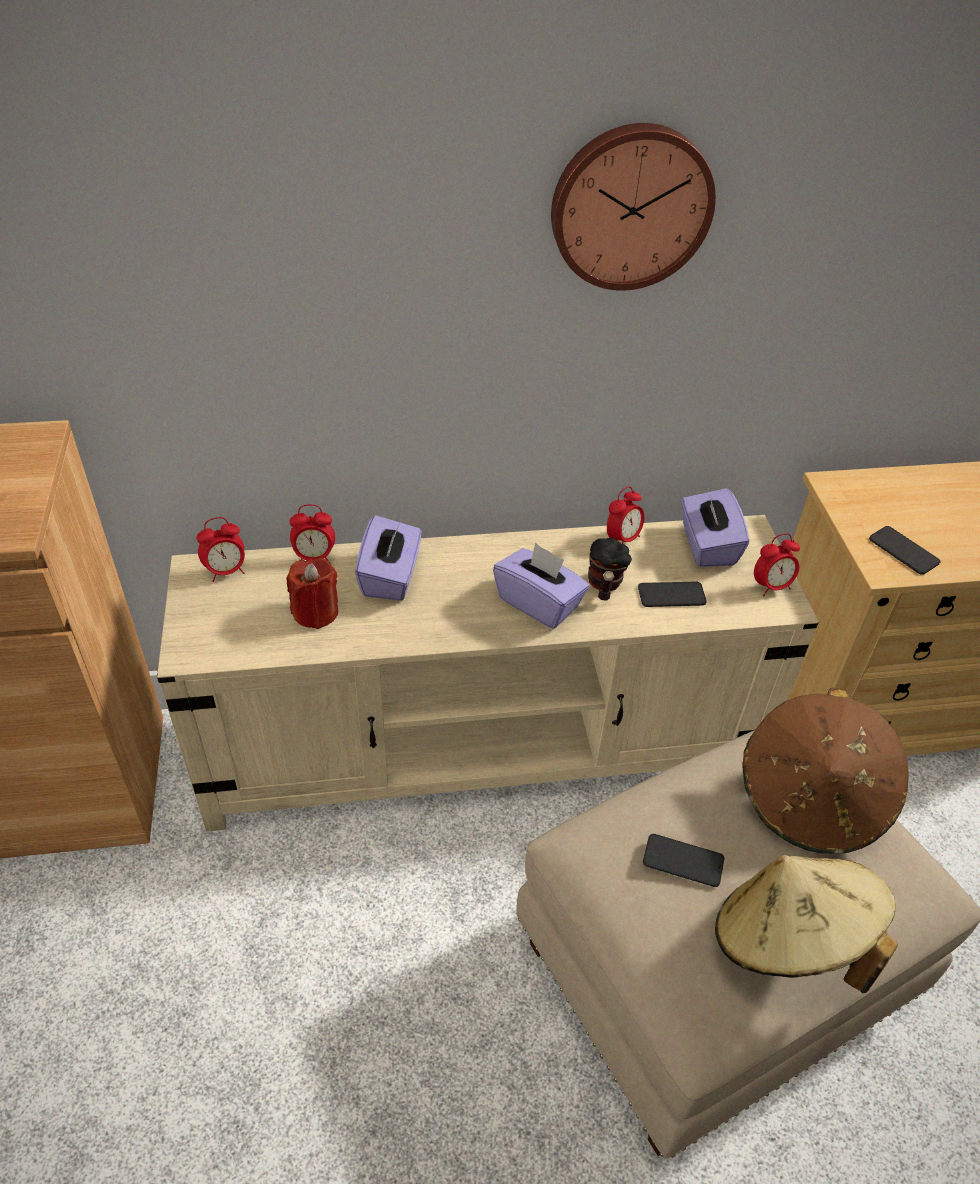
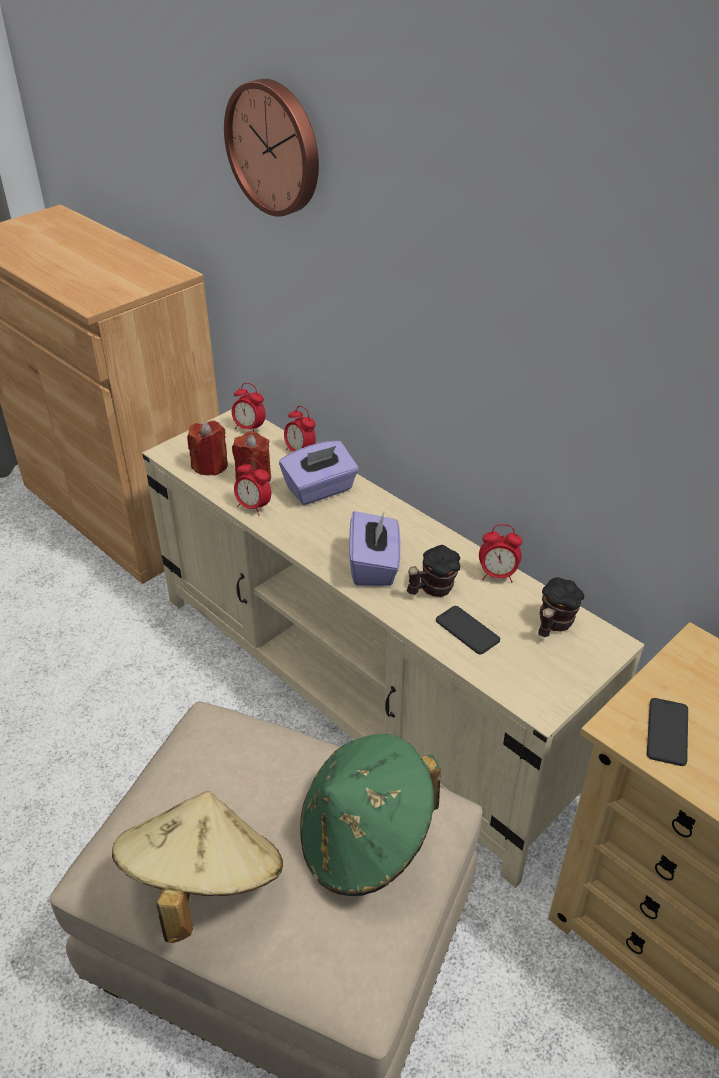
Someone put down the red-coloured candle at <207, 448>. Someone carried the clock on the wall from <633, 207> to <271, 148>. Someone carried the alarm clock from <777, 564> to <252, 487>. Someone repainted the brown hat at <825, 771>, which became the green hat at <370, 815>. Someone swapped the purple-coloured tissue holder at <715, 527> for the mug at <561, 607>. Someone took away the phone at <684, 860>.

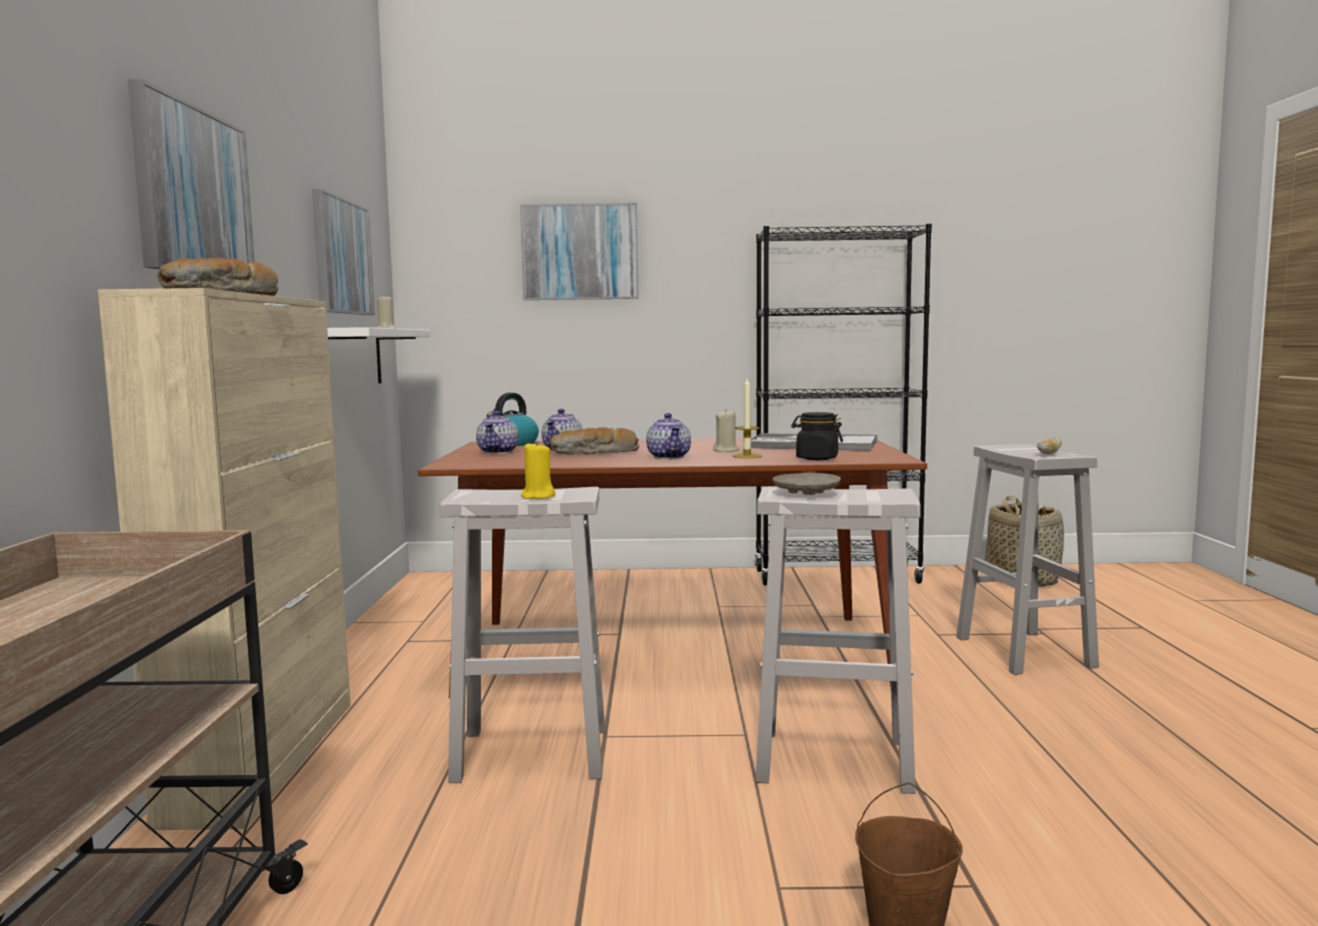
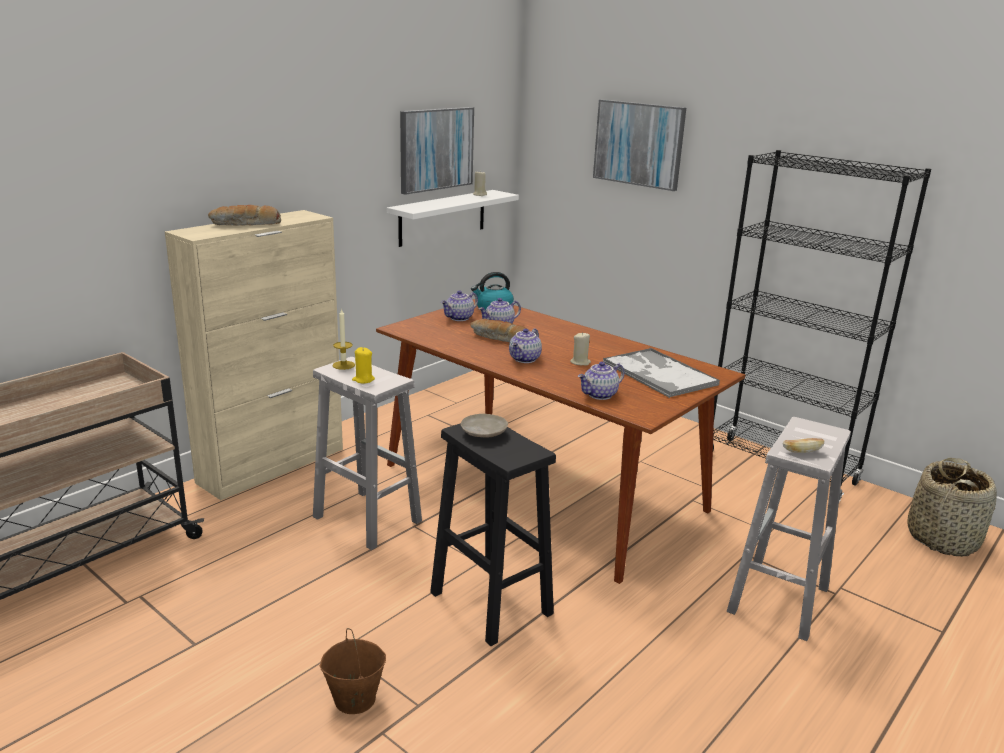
Someone carried the candle from <747, 418> to <343, 339>. Someone repainted the whitish stool seat at <838, 640>, which became the blackish stool seat at <493, 534>. Someone swapped the blackish preserve jar at <817, 436> for the teapot at <601, 381>. Someone took away the picture at <191, 174>.

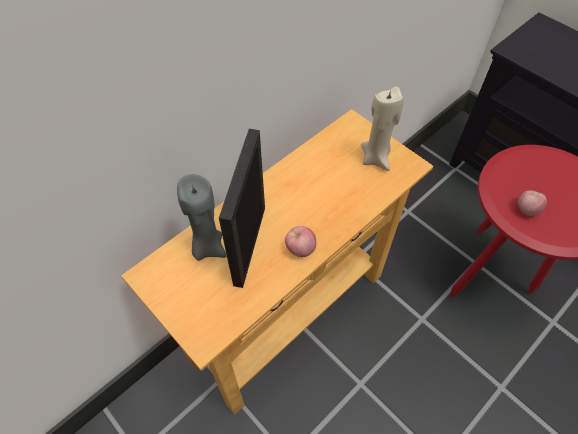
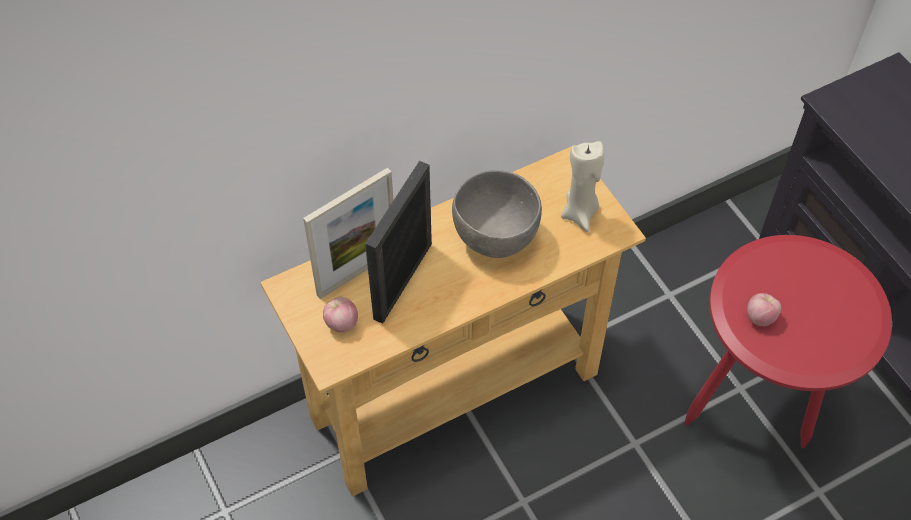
Someone swapped the greyish candle at <202, 217> for the photo frame at <348, 233>. Someone carried the whole apple from <300, 241> to <340, 314>. Someone put down the greyish serving bowl at <497, 214>.

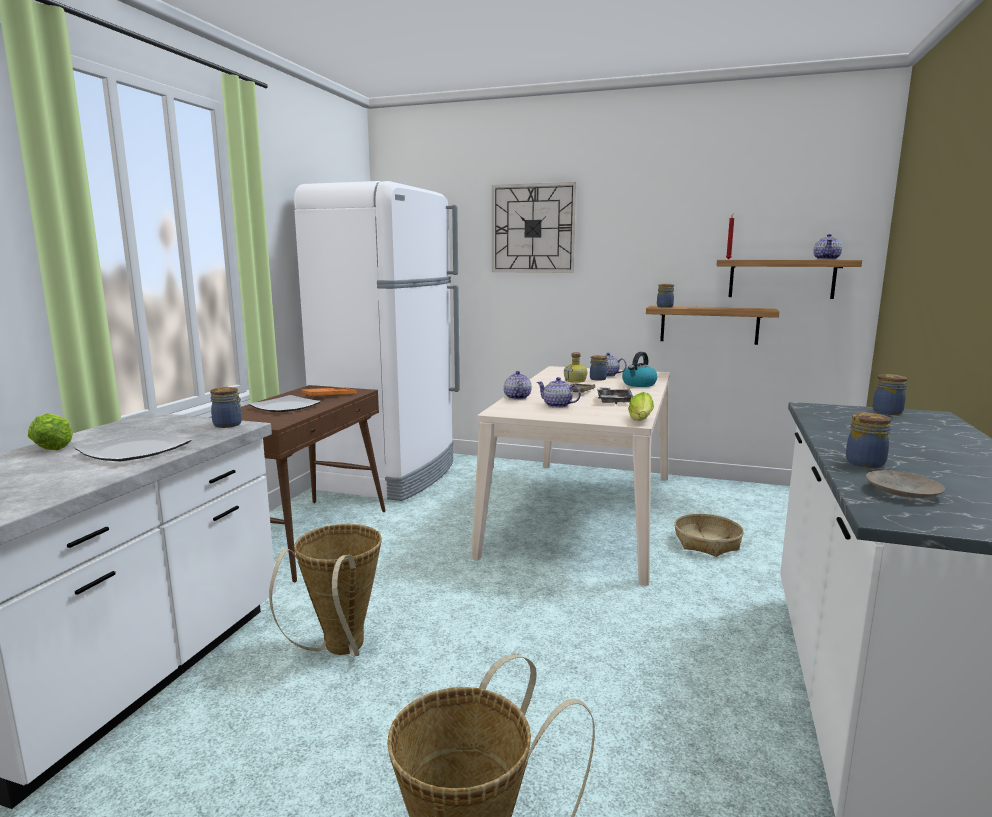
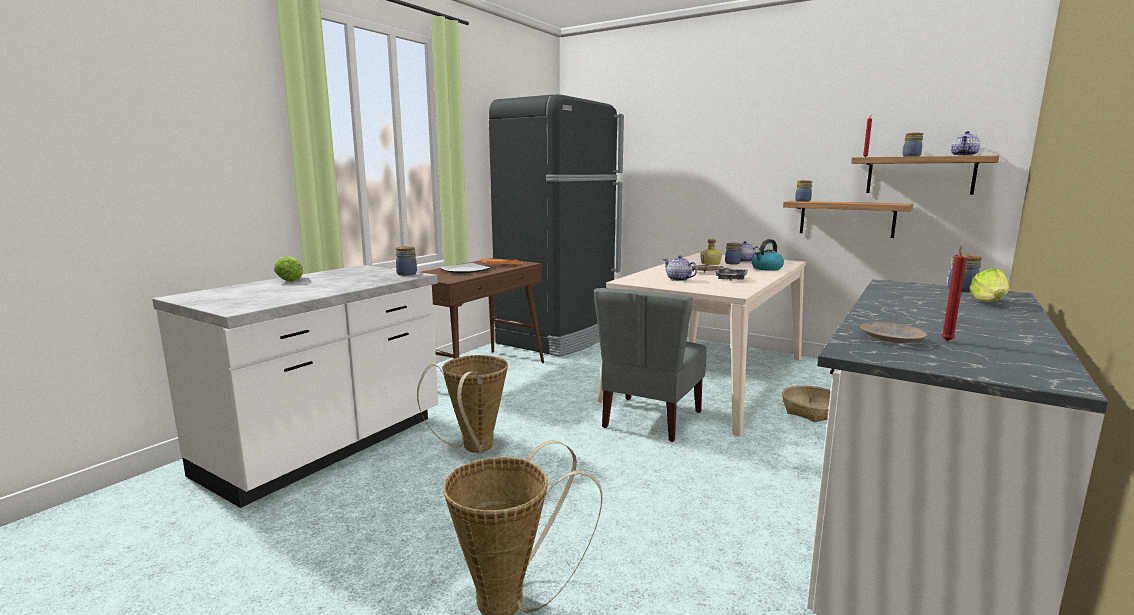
Someone repainted the whitish kitchen fridge at <377, 341>, which became the blackish kitchen fridge at <556, 225>. Someone put down the greyish chair at <650, 365>. Someone carried the preserve jar from <868, 440> to <912, 144>. Someone put down the red-coloured candle at <954, 293>. Someone carried the head of lettuce from <641, 406> to <990, 285>. Someone took away the flat dish at <133, 445>. Someone took away the clock on the wall at <534, 227>. Someone took away the teapot at <518, 385>.

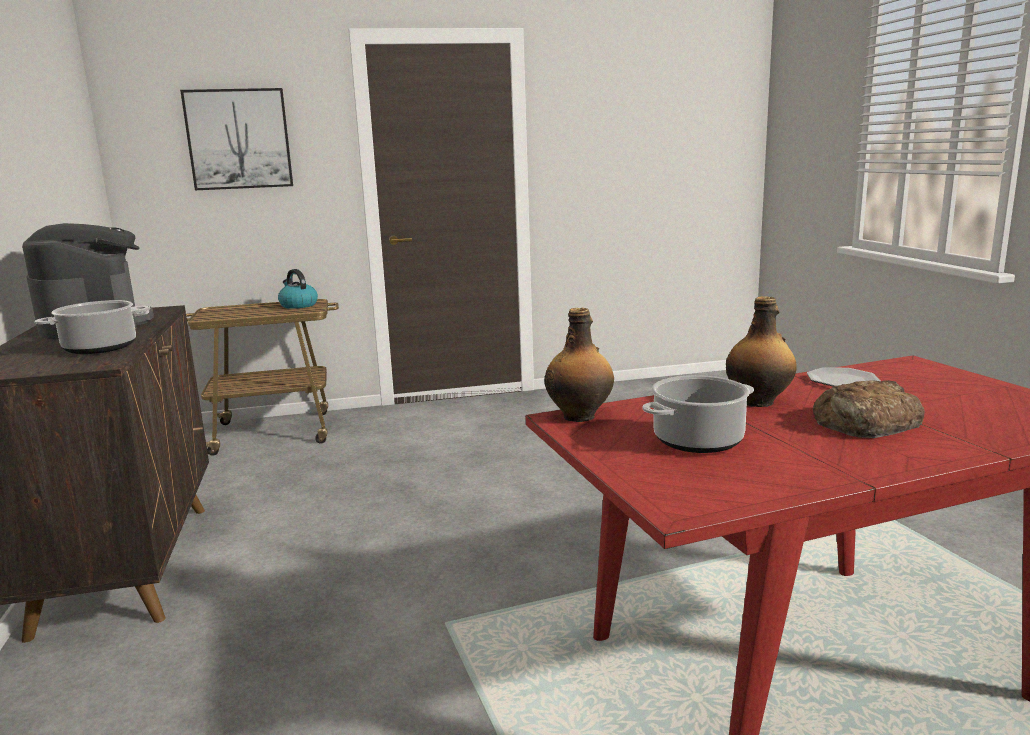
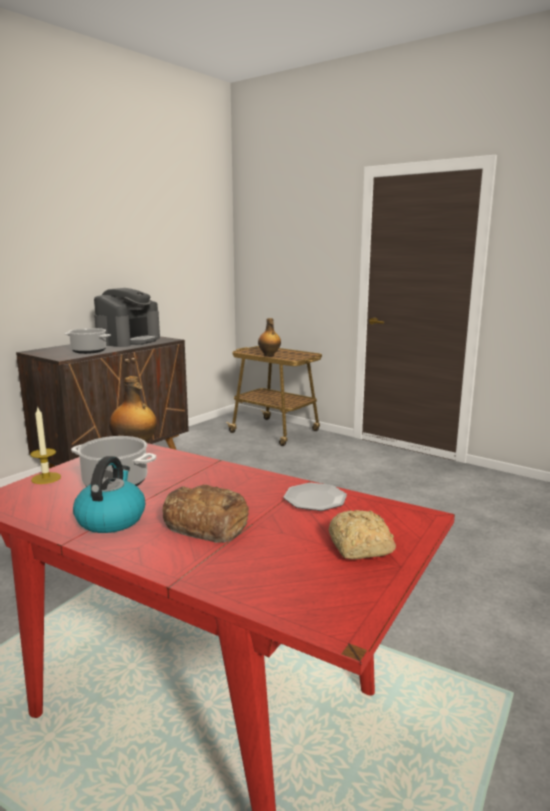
Someone put down the candle at <45, 446>. Someone carried the water kettle from <298, 289> to <109, 494>. Someone carried the drink bottle from <761, 351> to <269, 337>. Someone put down the bread at <362, 534>. Someone took away the picture at <236, 139>.

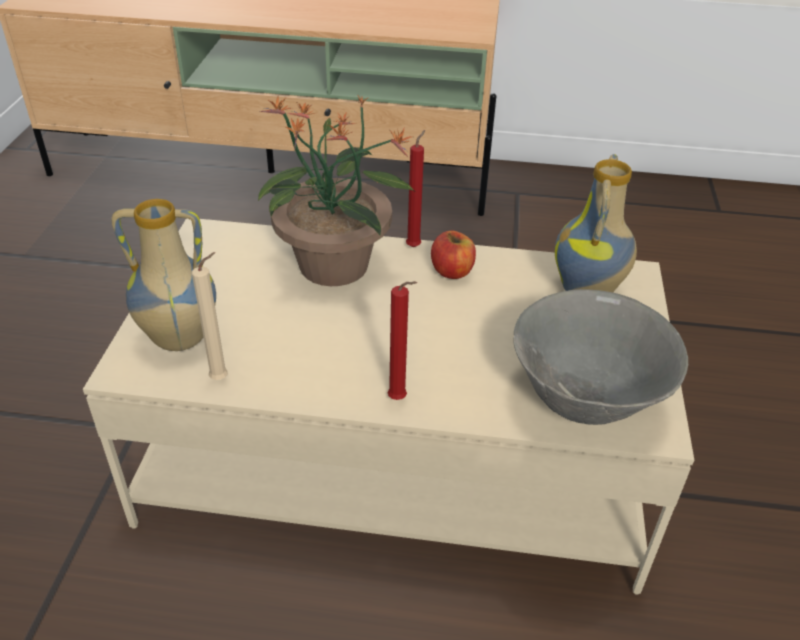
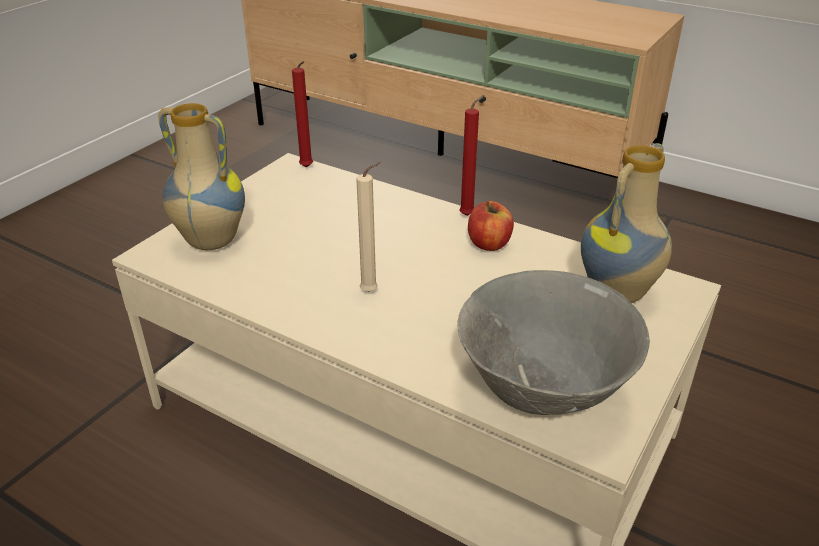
Someone carried the red-coloured candle from <402, 340> to <302, 114>. Someone carried the sand-coloured candle from <210, 316> to <368, 227>. Someone took away the potted plant at <336, 190>.

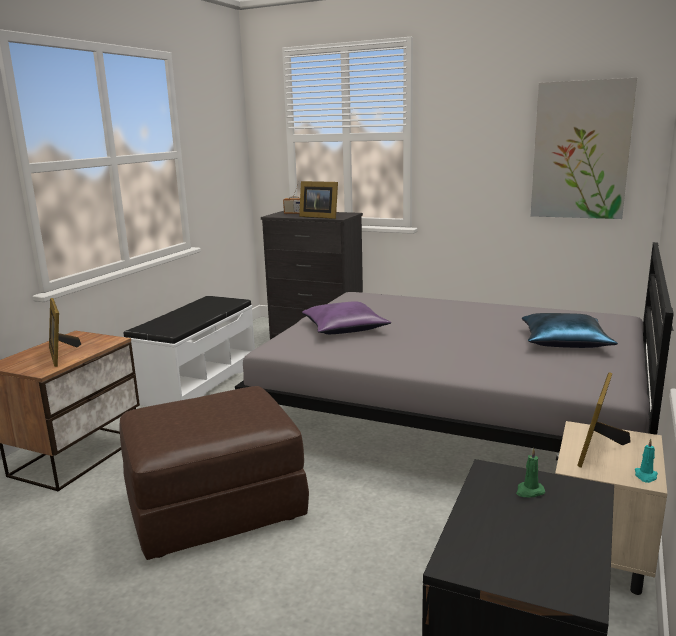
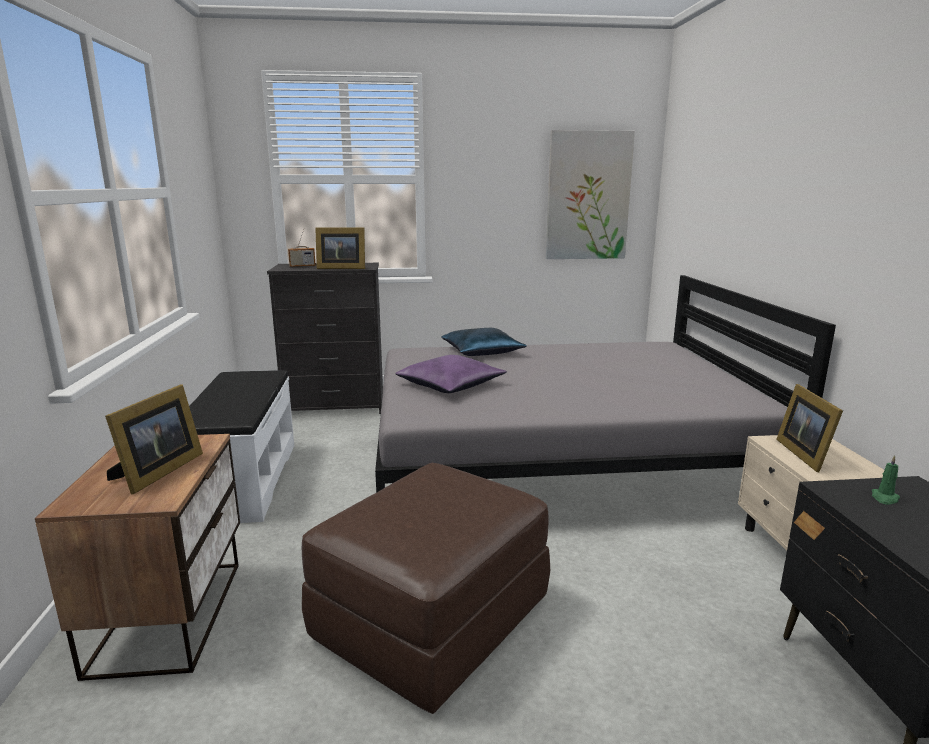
Someone rotated the photo frame at <65, 332> by 105 degrees counterclockwise. Someone carried the blue throw pillow from <570, 330> to <484, 342>. Someone took away the blue-green candle at <646, 461>.

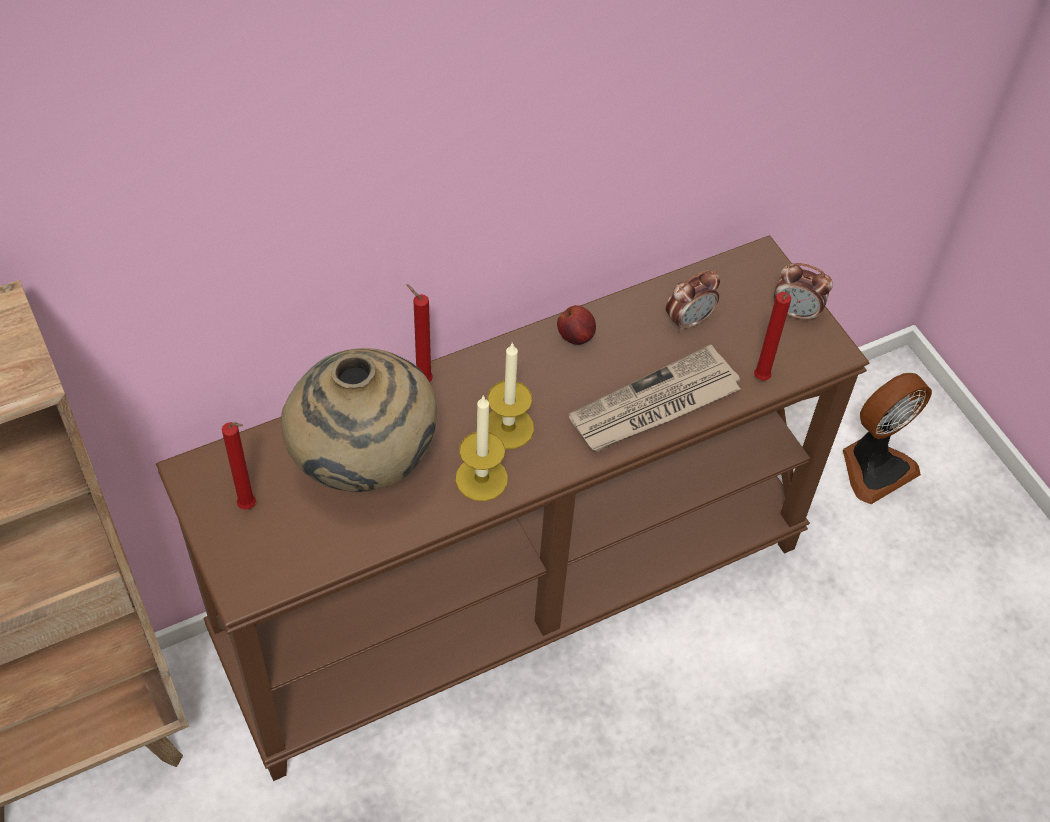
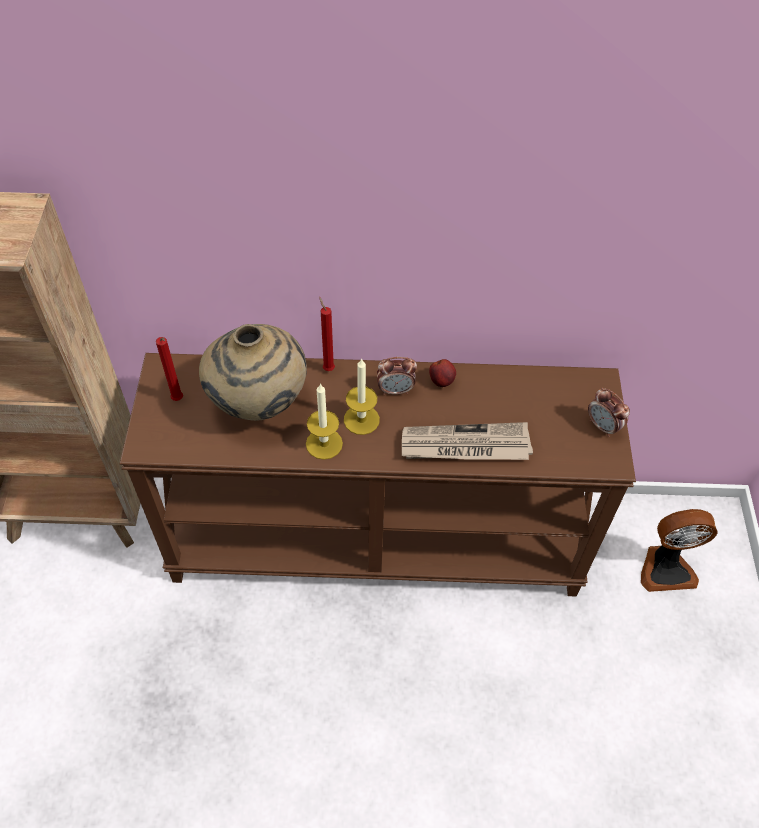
Someone carried the alarm clock from <693, 301> to <397, 376>. Someone took away the red-coloured candle at <772, 336>.

